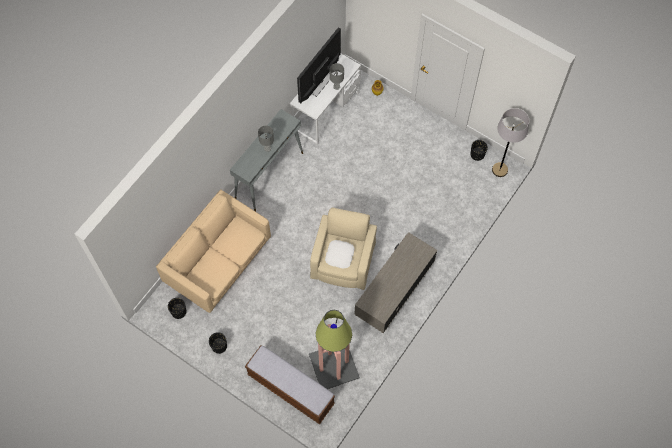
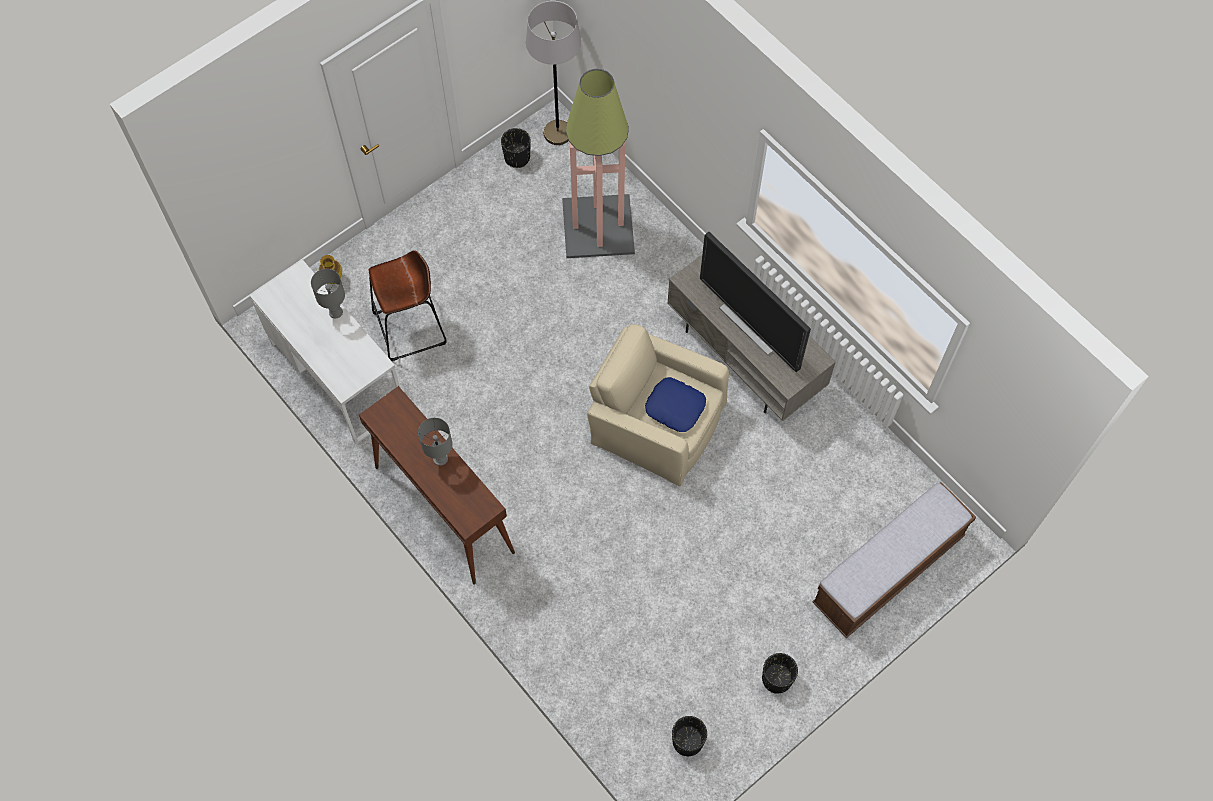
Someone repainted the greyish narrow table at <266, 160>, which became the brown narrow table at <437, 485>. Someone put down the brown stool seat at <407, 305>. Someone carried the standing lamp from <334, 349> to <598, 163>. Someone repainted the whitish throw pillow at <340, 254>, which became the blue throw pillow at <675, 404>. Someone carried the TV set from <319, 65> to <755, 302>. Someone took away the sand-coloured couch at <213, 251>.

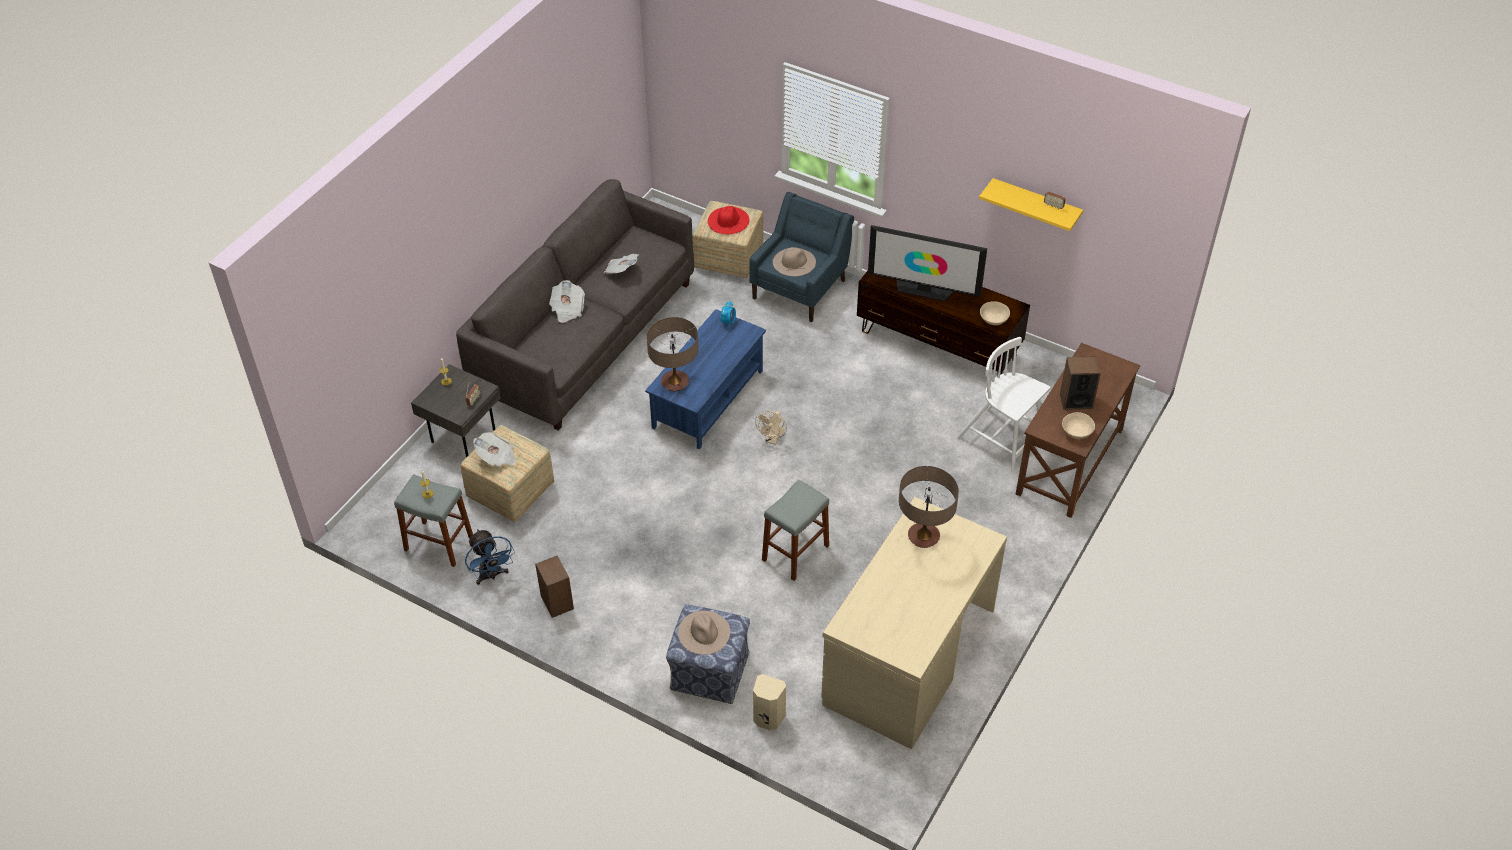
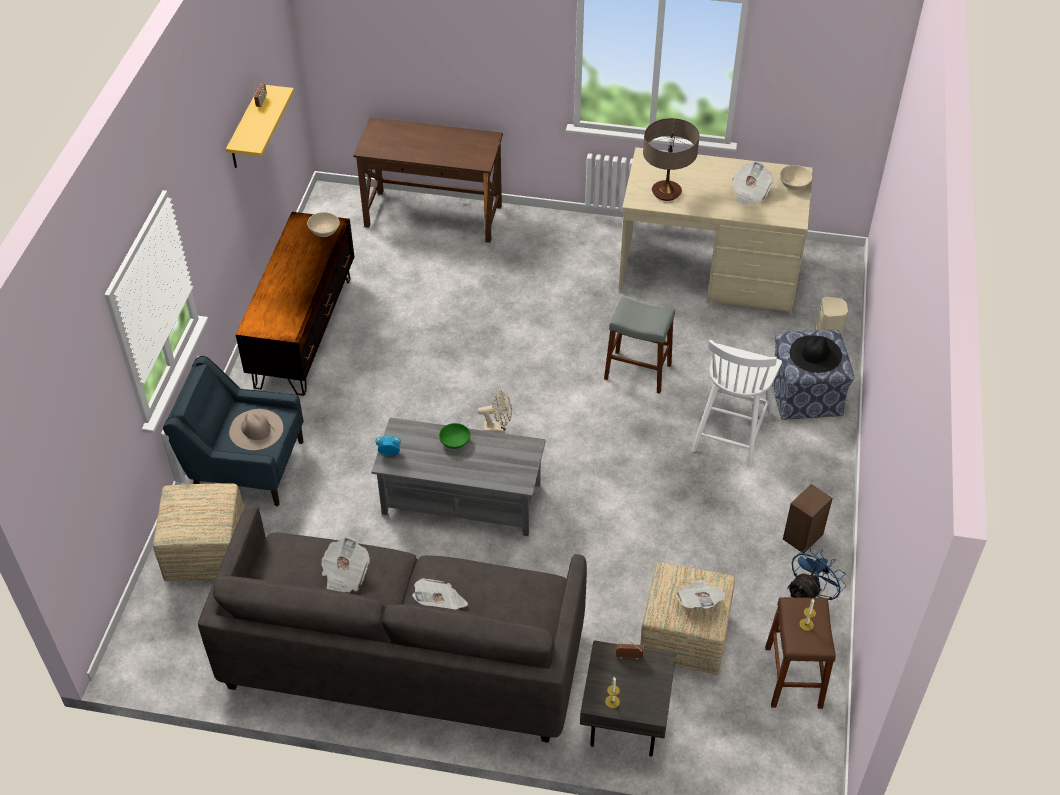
Someone repainted the blue low table at <705, 379>, which became the greyish low table at <459, 476>. Someone put down the green serving bowl at <455, 436>. Someone carried the whitish chair from <1003, 404> to <737, 404>. Someone put down the daily paper at <753, 183>. Someone repainted the greyish stool seat at <433, 520>, which became the brown stool seat at <800, 653>. Someone carried the sand-coloured serving bowl from <1078, 425> to <796, 177>. Someone repainted the sand-coloured hat at <704, 633>, which became the blackish hat at <816, 354>. Someone took away the table lamp at <672, 354>. Someone took away the red-coloured hat at <728, 220>. Someone took away the TV set at <927, 263>. Someone took away the audio speaker at <1080, 383>.

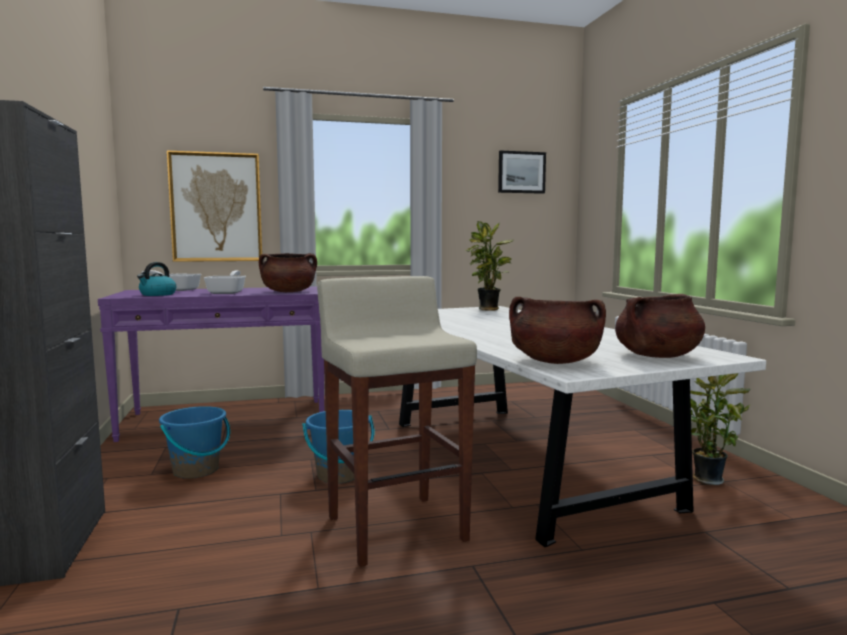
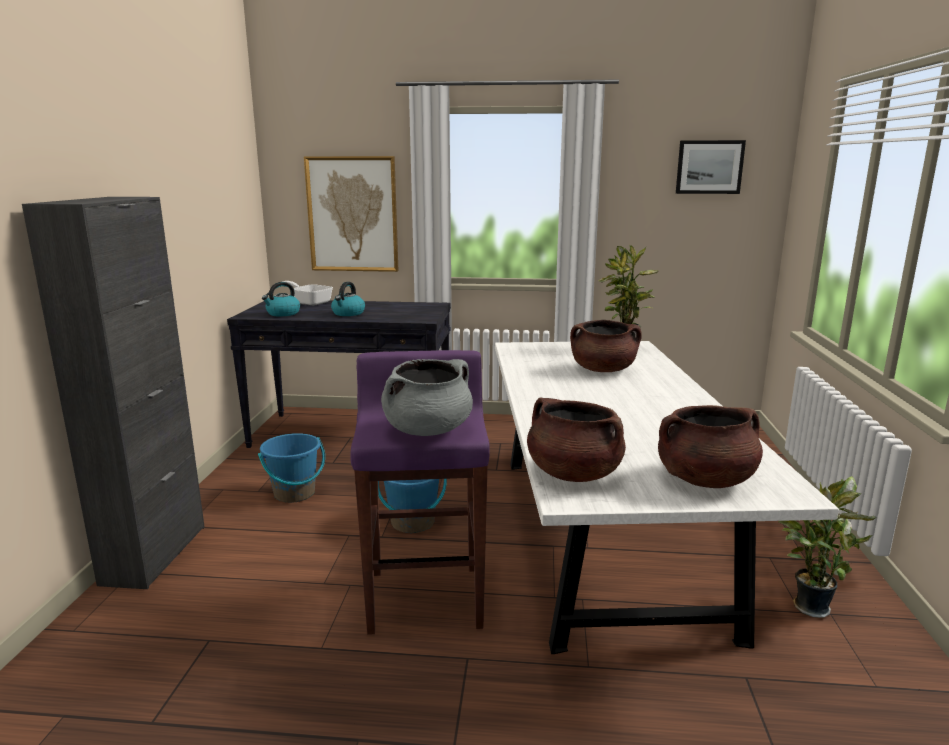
Someone repainted the purple-coloured narrow table at <211, 364>, which became the blackish narrow table at <339, 374>. Someone swapped the skillet at <225, 282> for the water kettle at <348, 299>. Someone repainted the sand-coloured stool seat at <397, 421>, which became the purple-coloured stool seat at <420, 492>. Someone put down the greyish cooking pot at <427, 397>. Someone carried the brown cooking pot from <288, 272> to <606, 346>.

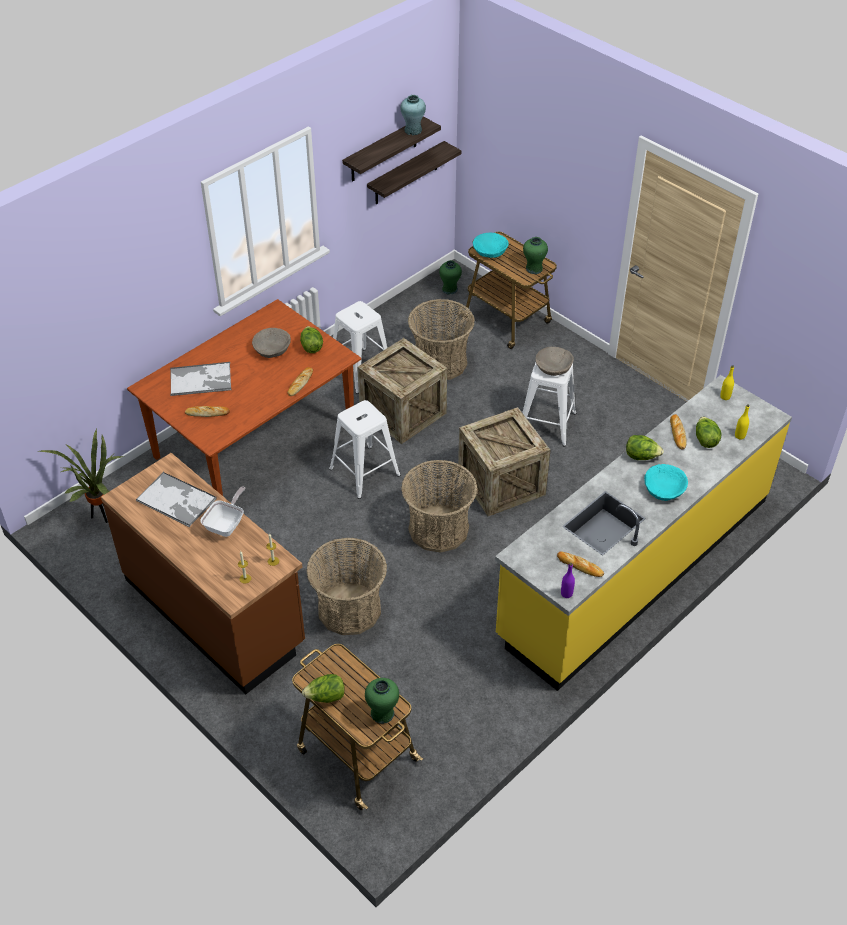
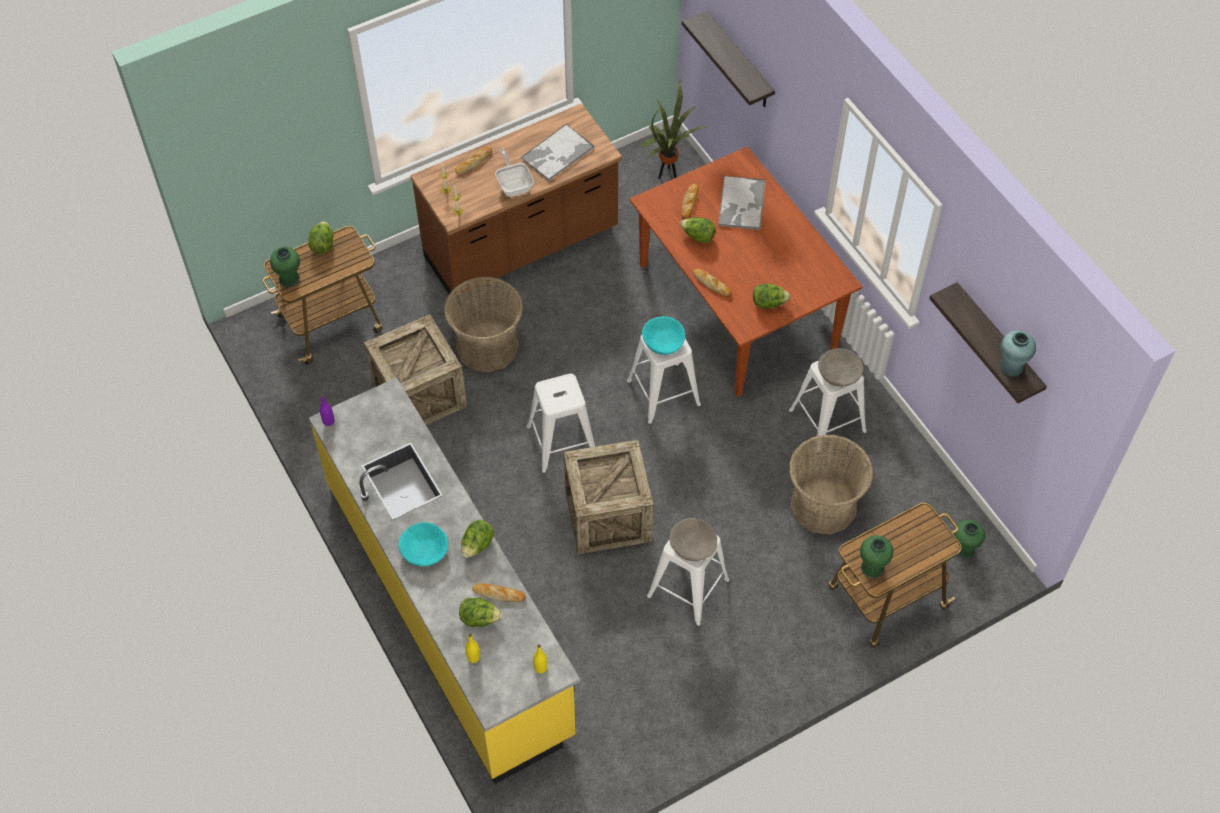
Someone carried the crate from <402, 391> to <415, 369>. Someone carried the bread from <580, 564> to <473, 161>. Someone rotated the skillet at <222, 511> by 150 degrees counterclockwise. Someone swapped the household basket at <439, 506> for the whitish stool seat at <560, 423>. Someone carried the blue-green serving bowl from <491, 245> to <663, 335>. Someone put down the head of lettuce at <697, 230>. Someone carried the shelf from <414, 172> to <728, 59>. Someone carried the sand-coloured serving bowl from <271, 343> to <840, 367>.

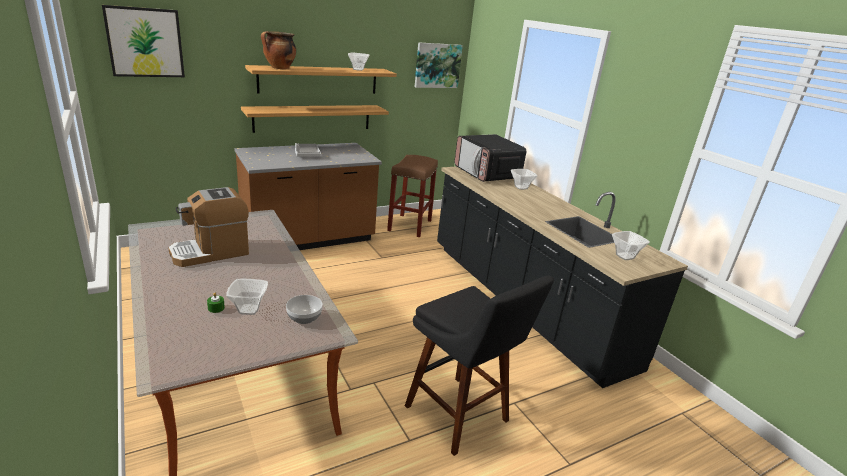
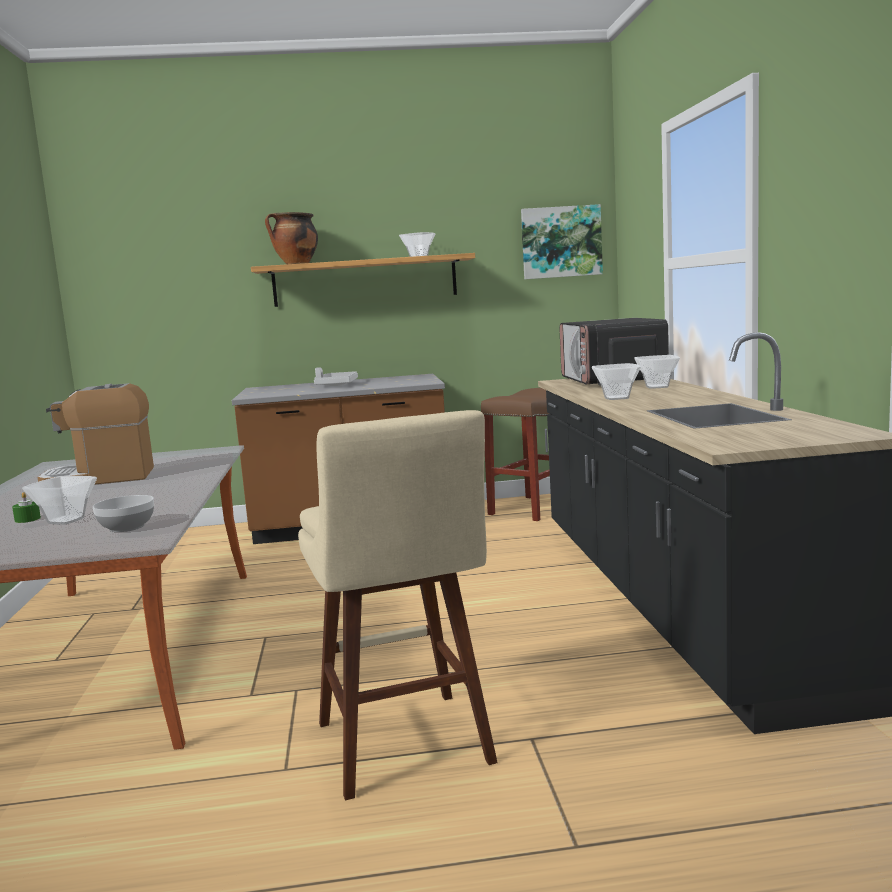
Someone repainted the blackish stool seat at <479, 366>, which became the sand-coloured stool seat at <398, 605>. Someone carried the serving bowl from <631, 245> to <616, 381>. Someone took away the picture at <143, 41>. Someone took away the shelf at <315, 119>.

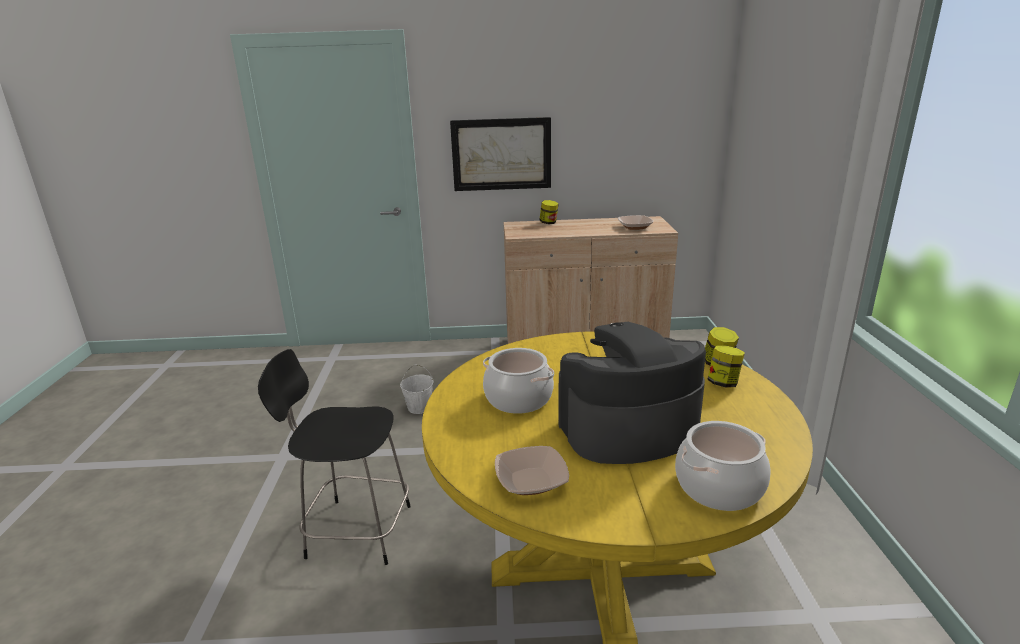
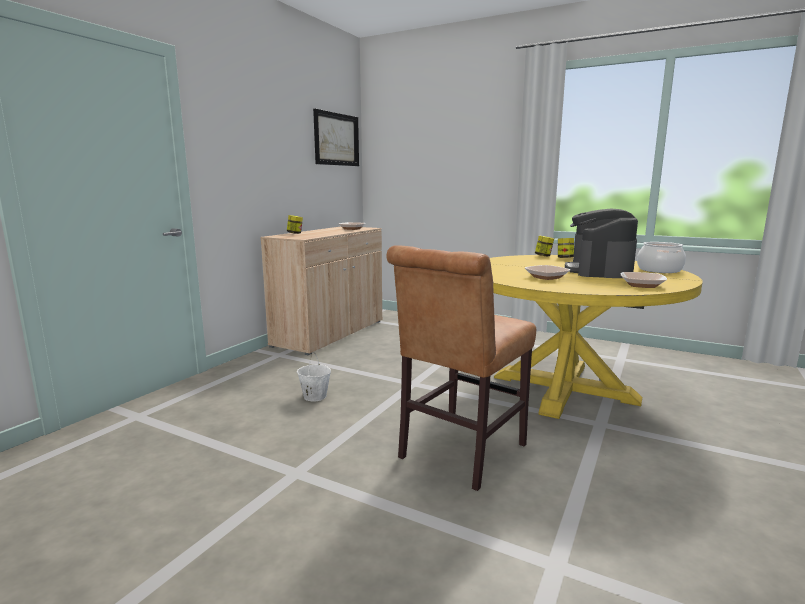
Someone carried the picture from <500, 154> to <336, 137>. Someone swapped the blackish stool seat at <334, 457> for the brown chair at <461, 368>. Someone swapped the cooking pot at <518, 381> for the serving bowl at <547, 272>.

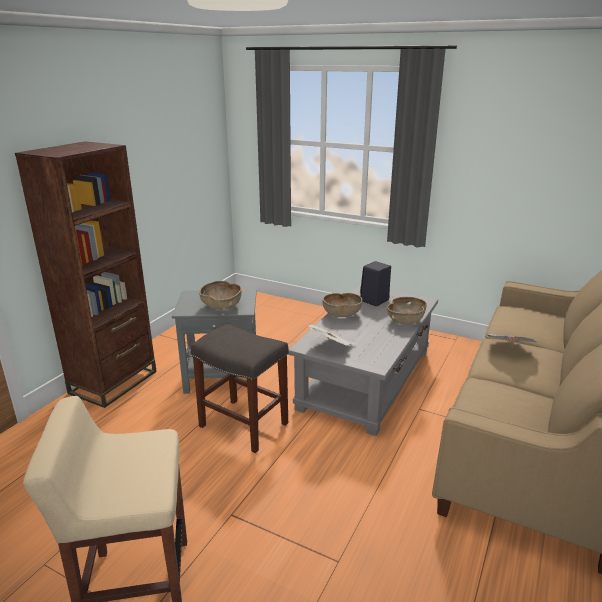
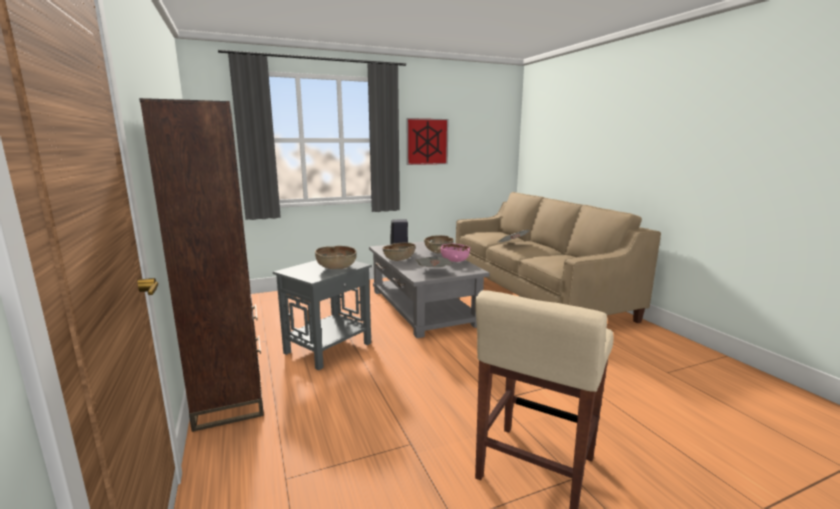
Someone put up the picture at <427, 141>. Someone put down the pinkish serving bowl at <455, 253>. Someone took away the greyish stool seat at <240, 388>.

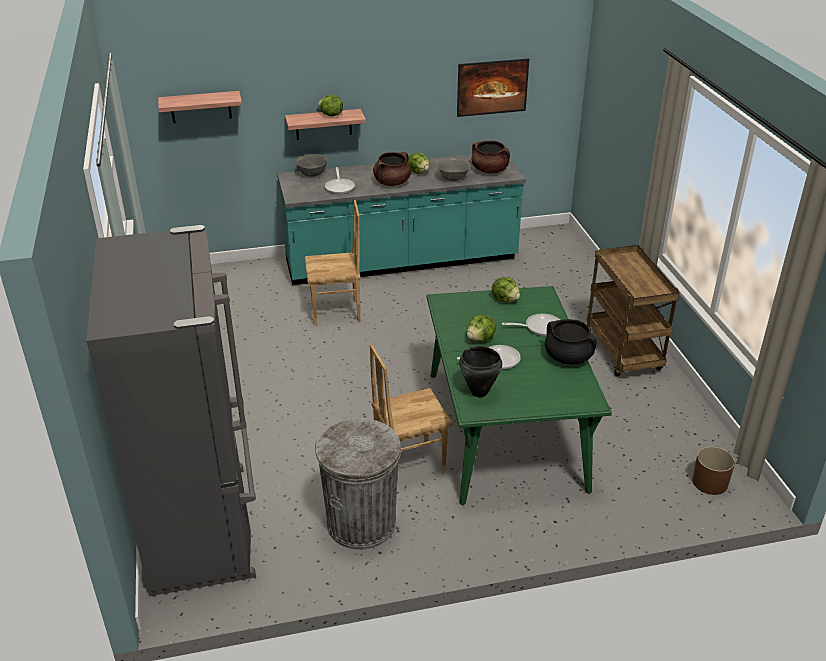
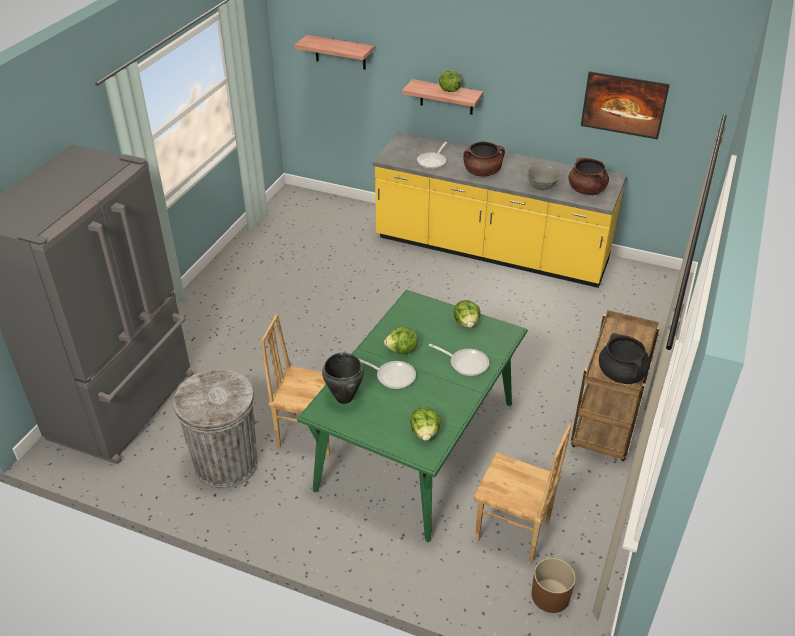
Someone repainted the blue-green kitchen counter at <401, 219>, which became the yellowish kitchen counter at <499, 209>. Someone carried the head of lettuce from <418, 163> to <425, 424>. Someone carried the brown chair from <333, 263> to <522, 493>. Someone carried the blackish cooking pot from <571, 341> to <624, 358>. Someone took away the greyish serving bowl at <311, 165>.

